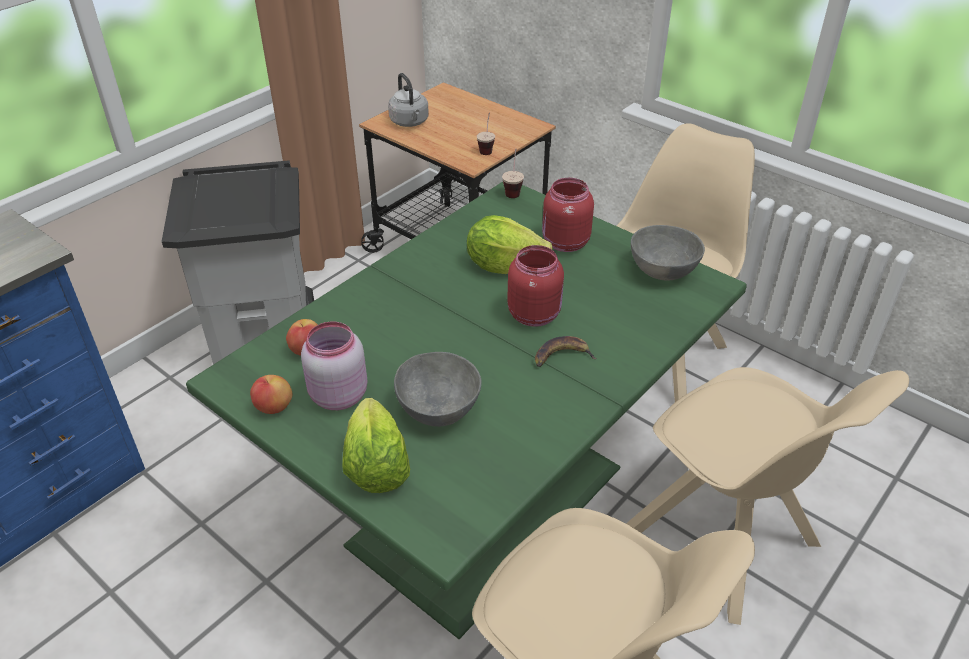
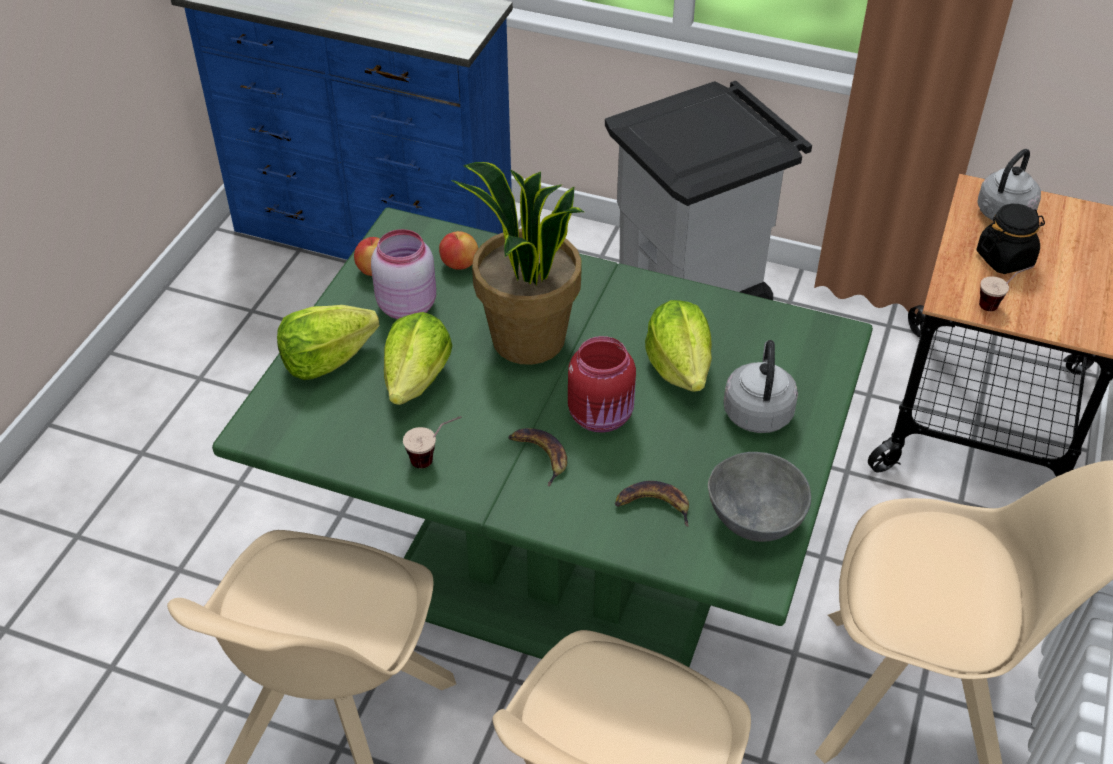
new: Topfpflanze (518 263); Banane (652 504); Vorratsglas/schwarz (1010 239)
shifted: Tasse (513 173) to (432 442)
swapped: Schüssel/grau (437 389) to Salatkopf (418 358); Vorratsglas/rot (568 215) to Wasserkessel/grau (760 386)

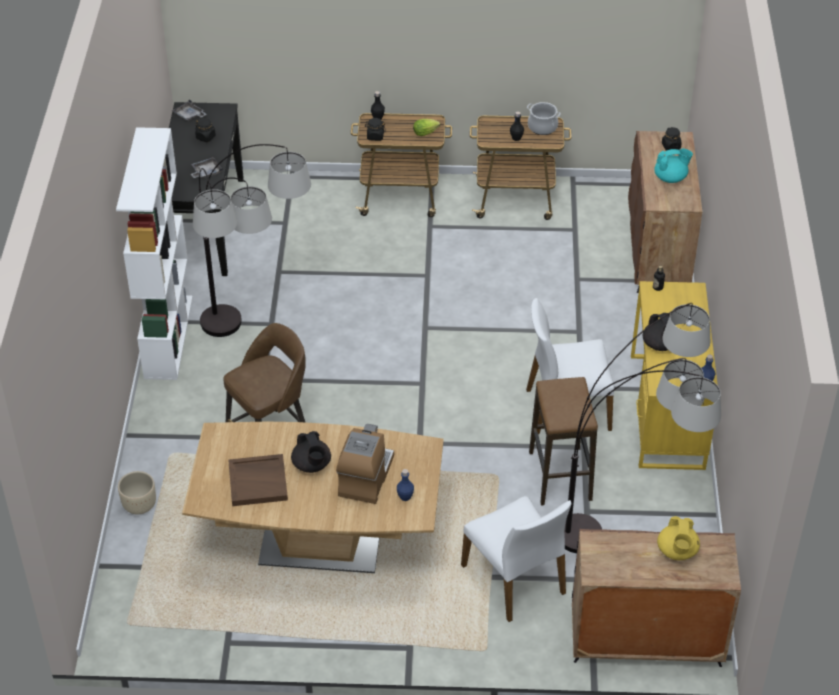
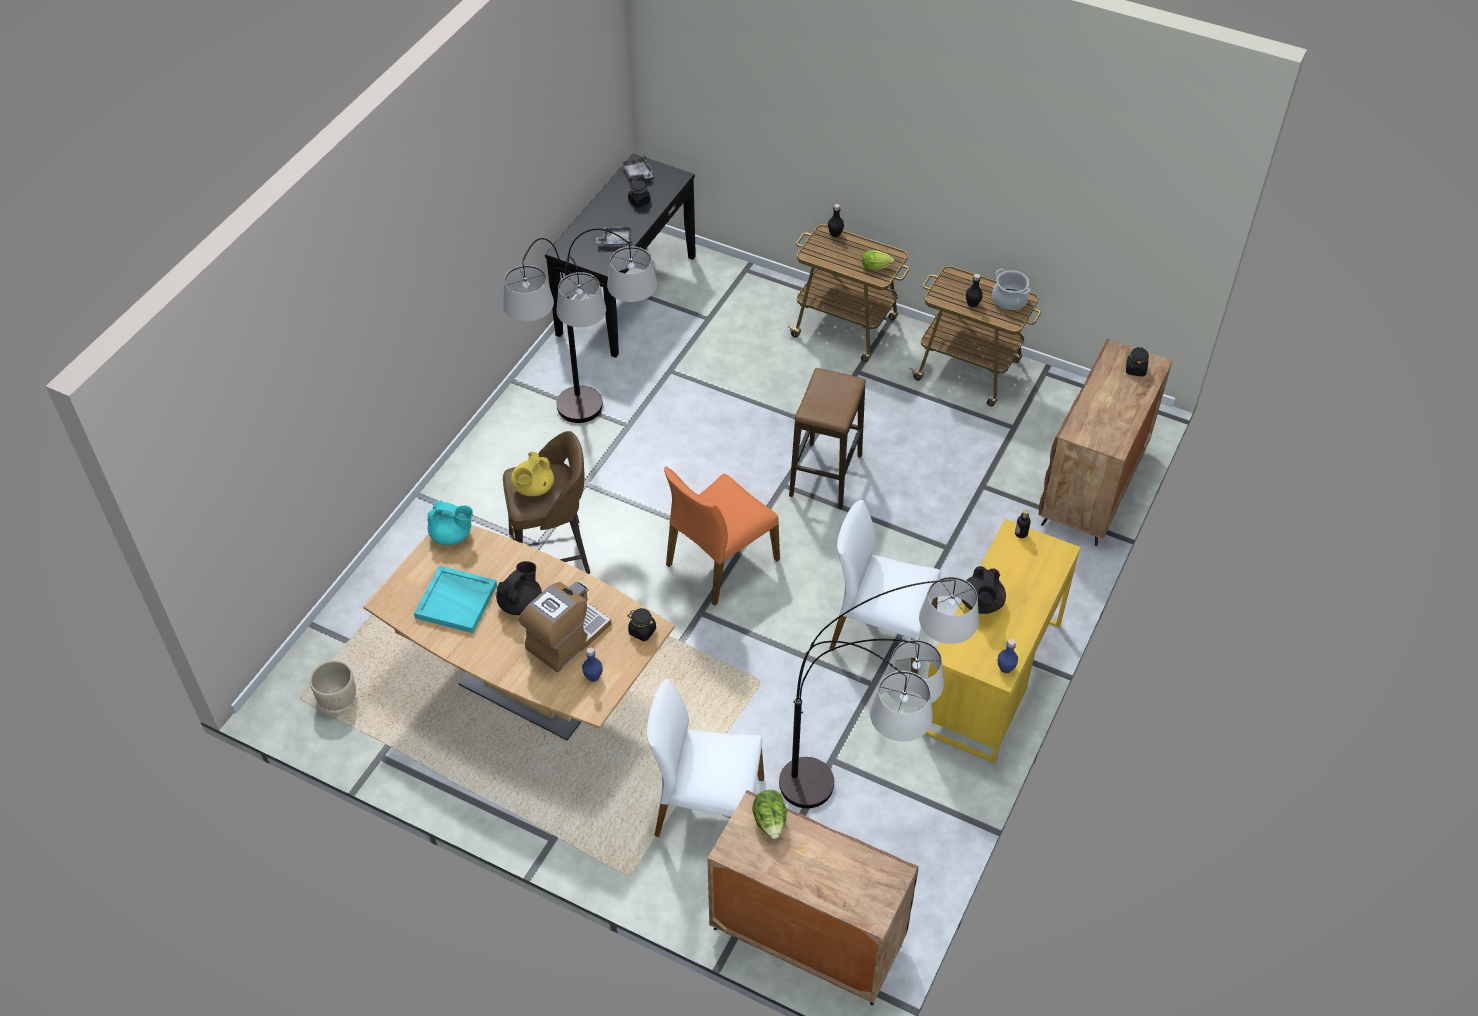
gone: Bücherregal/weiß (154 253)
new: Stuhl/orange (722 536); Salatkopf (769 814)
shifted: Pflanzkübel/beige (137 492) to (333 685); Vorratsglas/schwarz (375 129) to (641 624); Hocker (563 441) to (827 438); Teekanne/türkis (673 166) to (450 522); Teekanne/gelb (678 538) to (532 474)
repainted: Tablett/braun (258 480) to Tablett/türkis (455 599)
rotated: Teekanne/schwarz (311 452) = (519 588) 150 degrees counterclockwise; Stuhl/weiß (516 559) = (705 758) 105 degrees clockwise

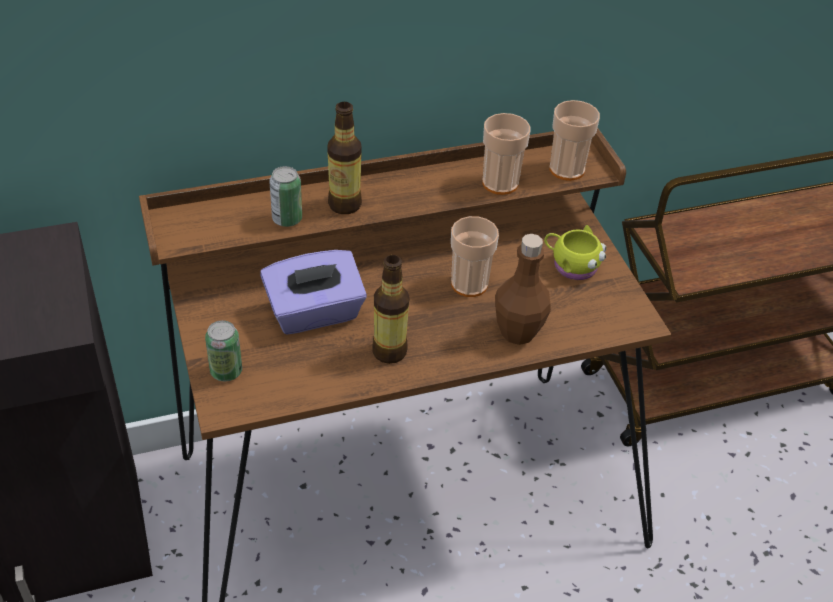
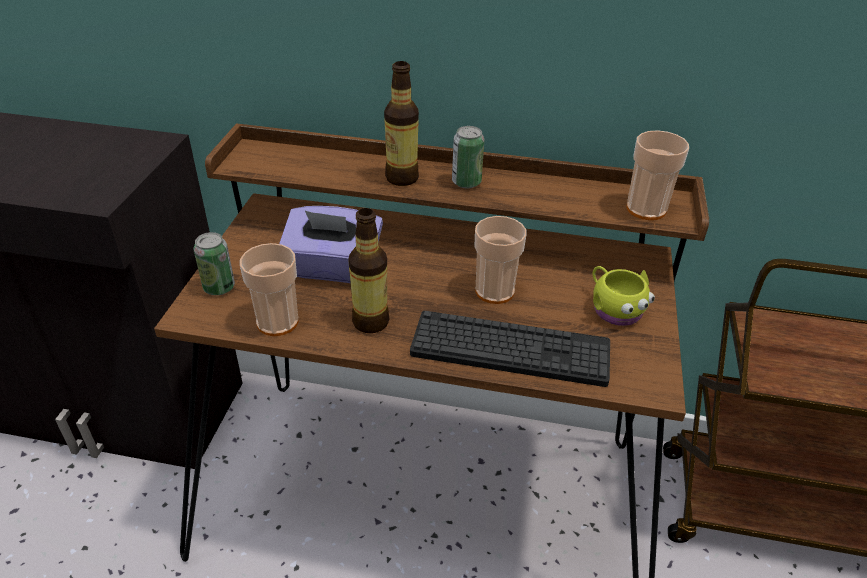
shifted: Dose (285 196) to (468 157); Tasse (506 154) to (269 289)
swapped: Flasche/braun (523 289) to Tastatur (510 349)

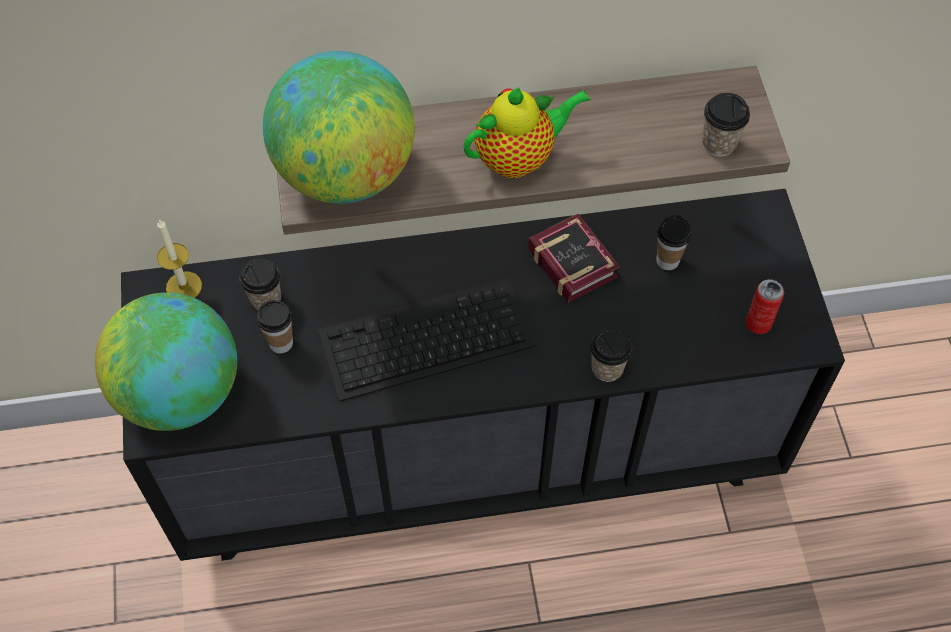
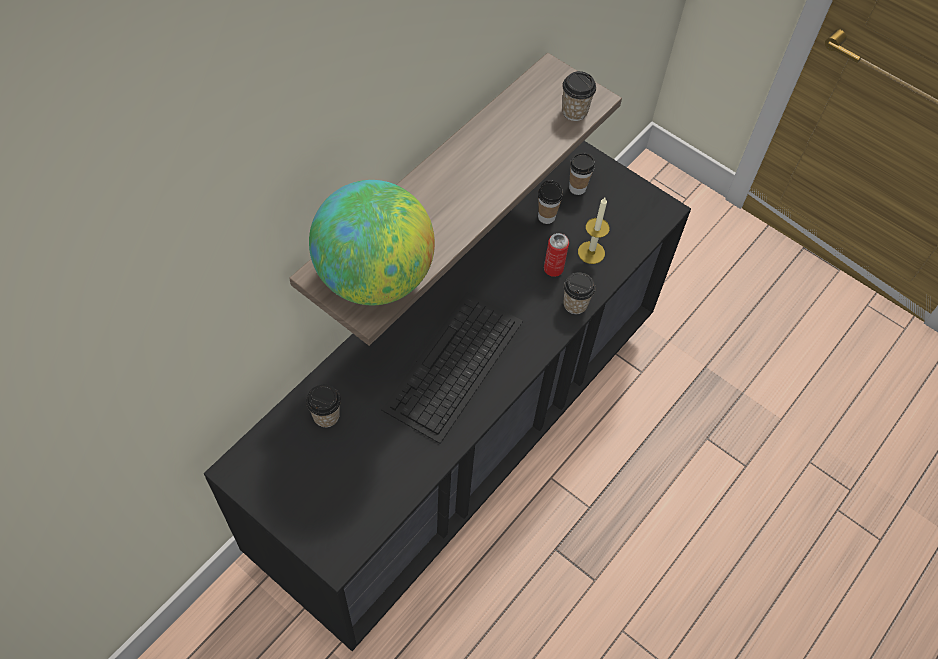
gone: Globus (166 361); Teekanne (527 132); Buch (574 258)
shifted: Kerze (179 258) to (594 231); Tasse (275 326) to (582 174); Dose (765 306) to (556 255)

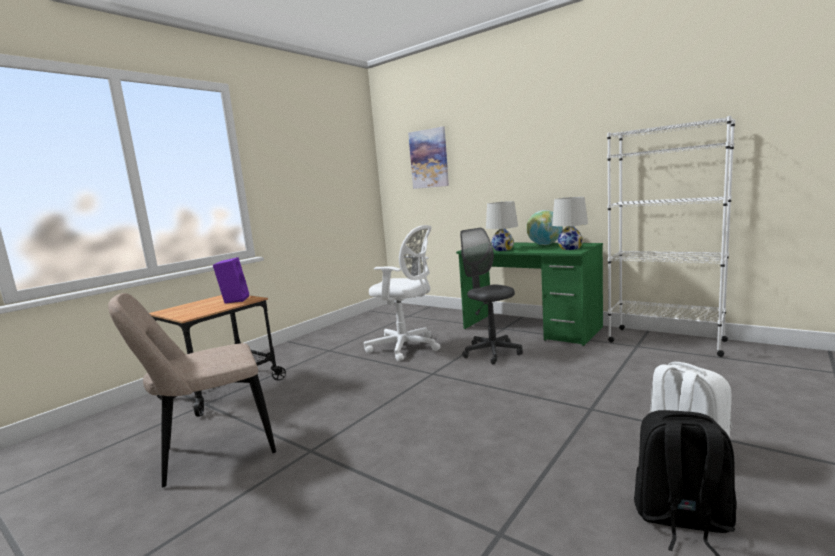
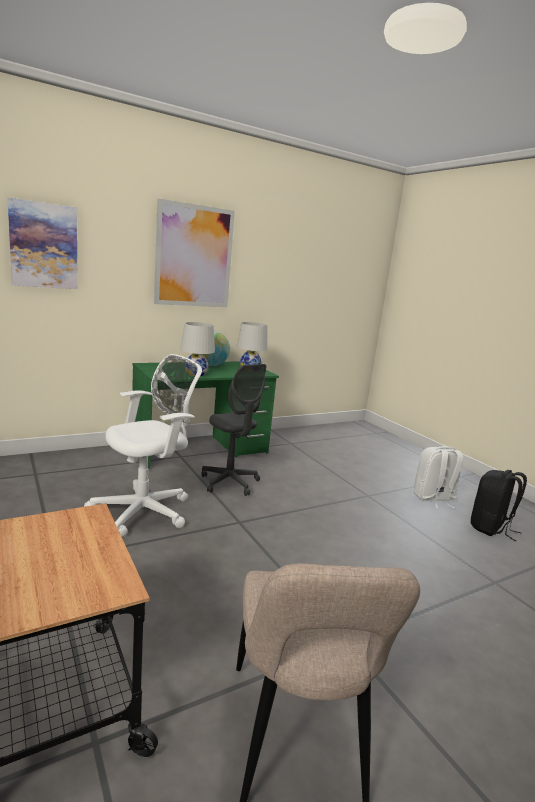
gone: Lautsprecher/lila (231 280); Bücherregal/weiß (671 236)
new: Bild (194 253)
rotated: Bürostuhl/grau (491 296) = (234 430) 120 degrees counterclockwise

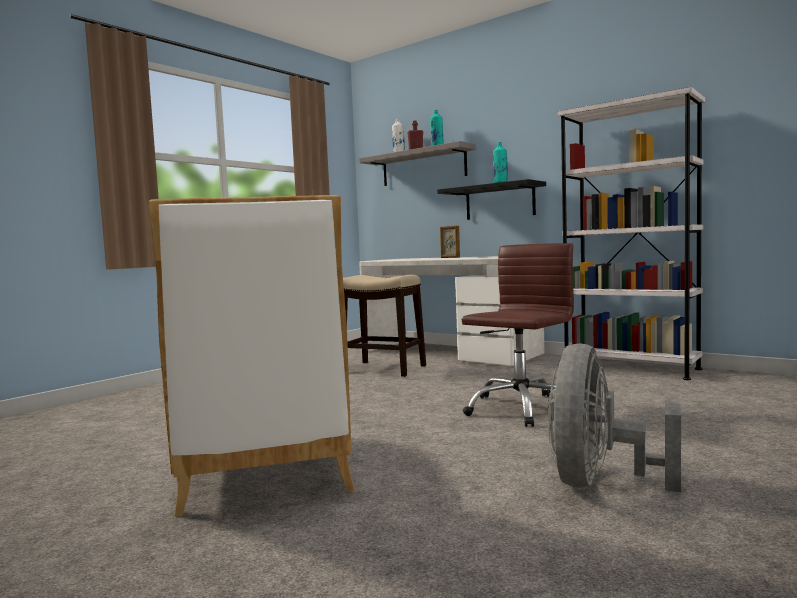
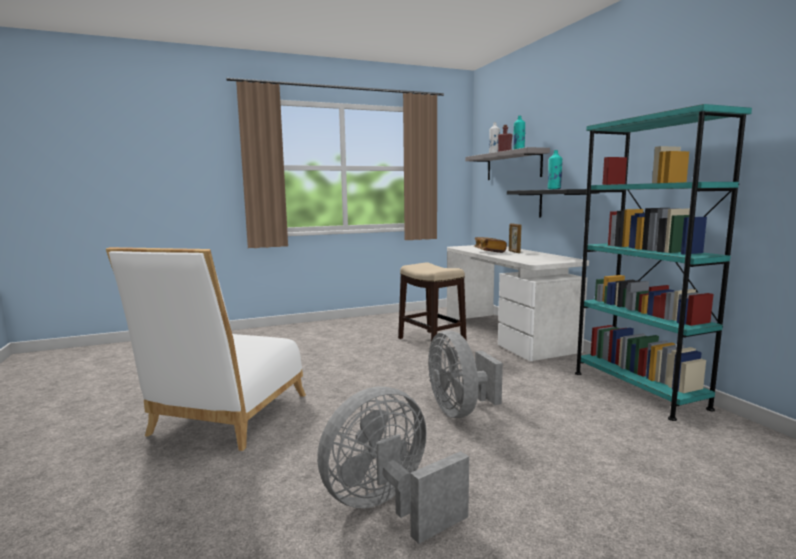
new: Buch (490 245)
swapped: Bürostuhl/braun (517 335) to Ventilator/grau (465 374)
repainted: Bücherregal/weiß (631 233) to Bücherregal/türkis (663 262)

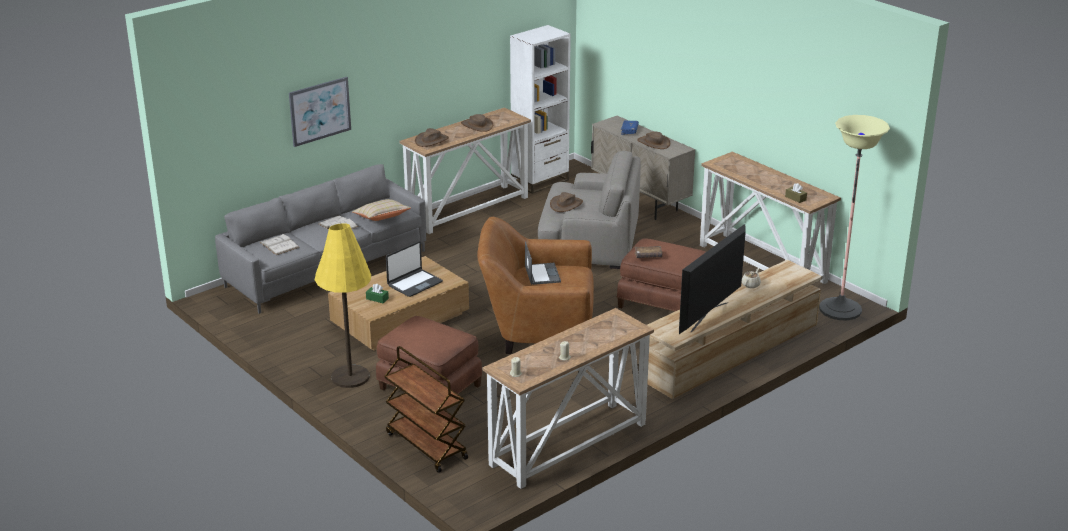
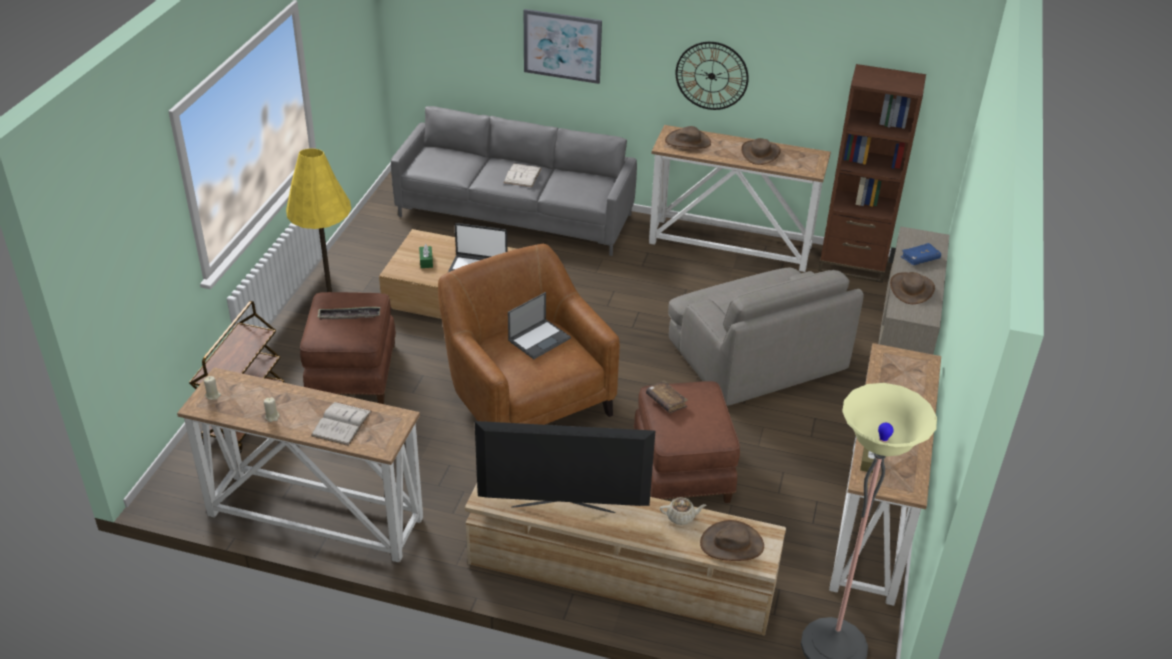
gone: Kissen/beige (381 210)
new: Tablett (349 313); Wanduhr (712 76)
shifted: Buch/weiß (279 244) to (341 424); Hut/braun (566 202) to (732 540)
repainted: Bücherregal/weiß (540 109) to Bücherregal/braun (872 173)

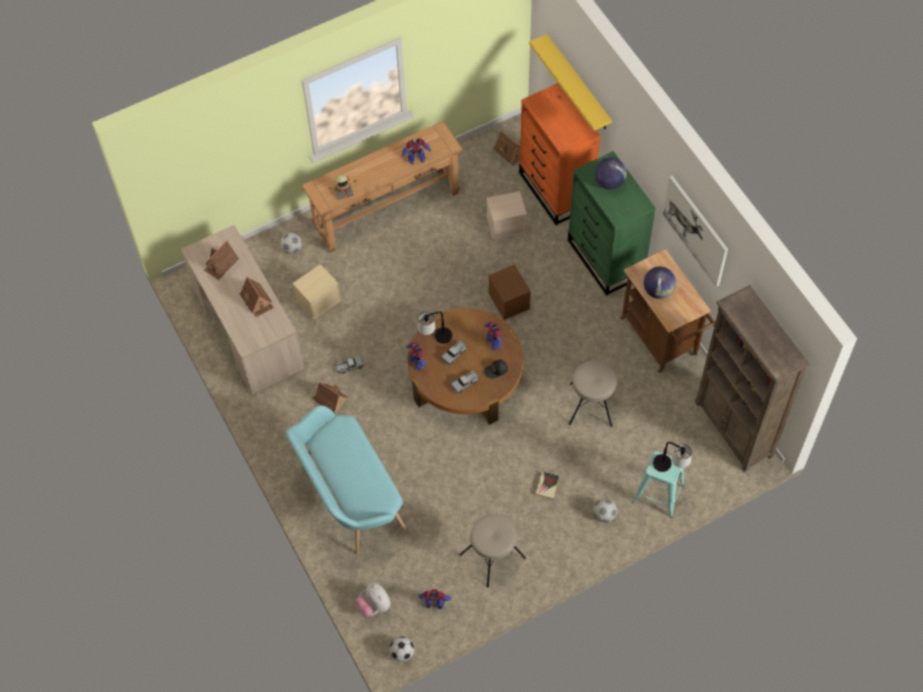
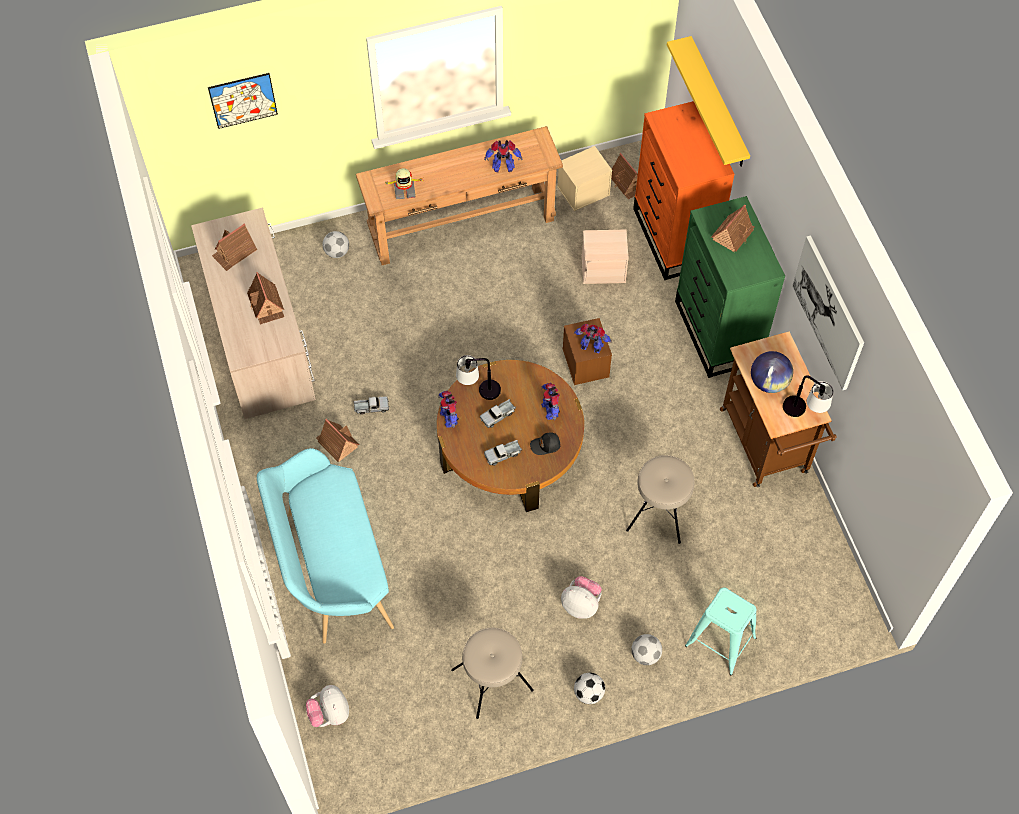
gone: Bücherregal/braun (752 378)
new: Bild (243 101)
shifted: Aufbewahrungsbox/beige (316 292) to (584 178); Fußball (402 649) to (589 688); Spielzeugroboter (434 599) to (593 338); Tischlampe (672 457) to (808 396)
swapped: Buch (547 485) to Plüschtier (581 597); Globus (611 173) to Spielzeughaus (732 228)

